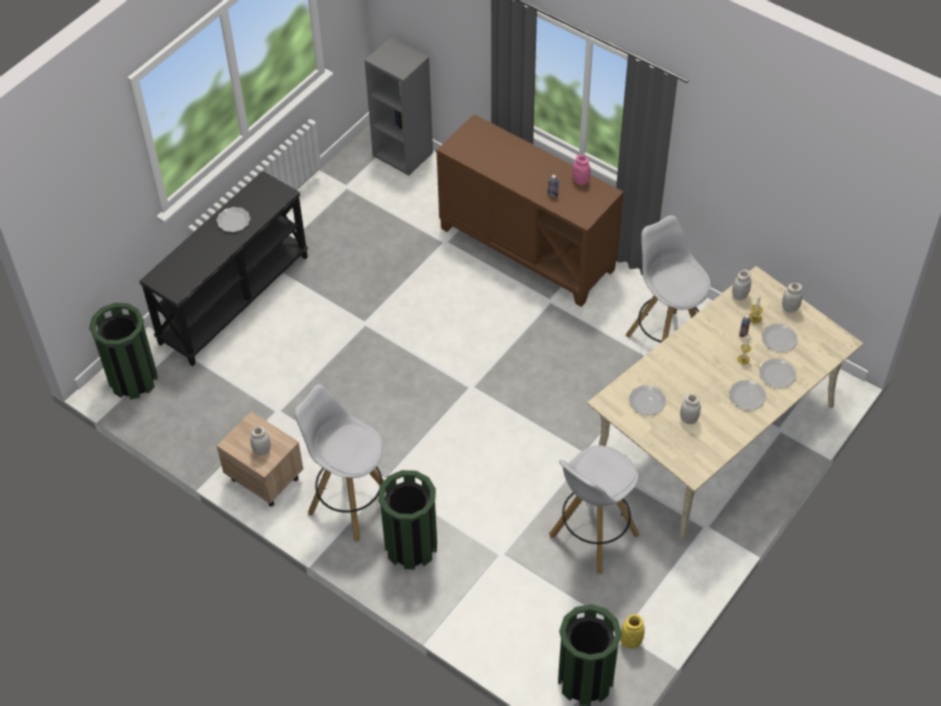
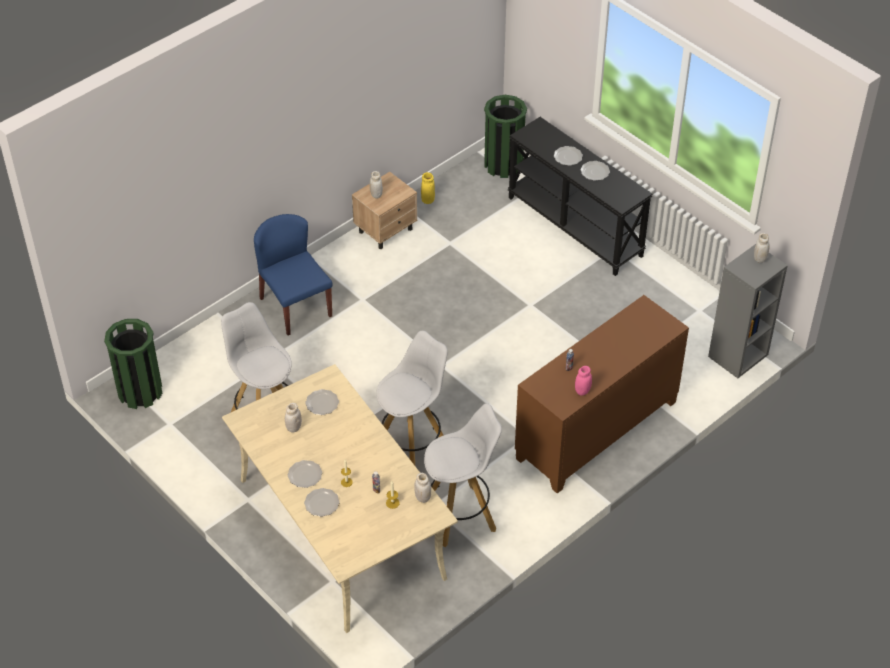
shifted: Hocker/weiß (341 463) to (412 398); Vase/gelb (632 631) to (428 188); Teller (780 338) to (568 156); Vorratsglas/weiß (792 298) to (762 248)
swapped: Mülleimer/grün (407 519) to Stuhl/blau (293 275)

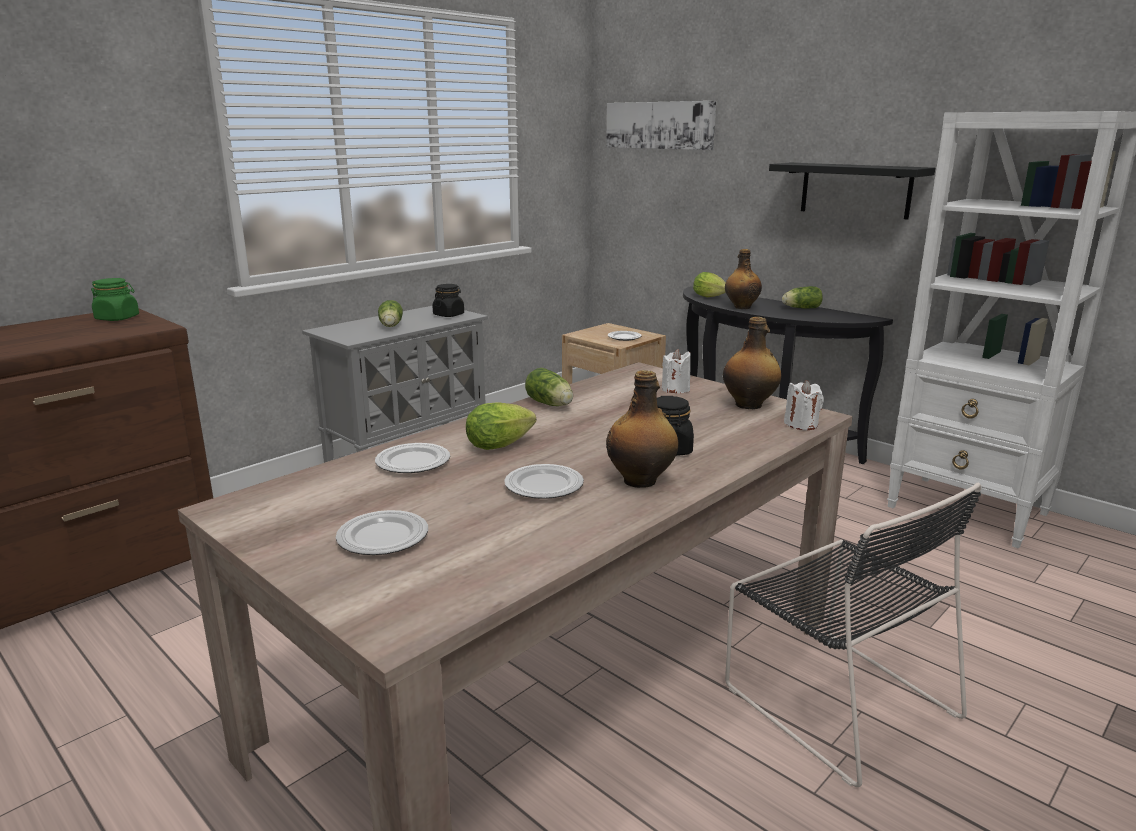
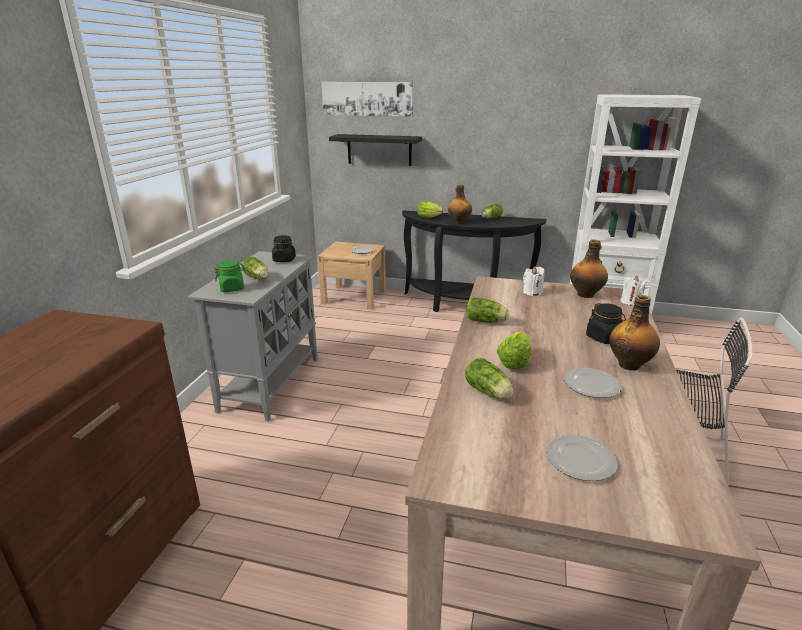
shifted: Vorratsglas/grün (115 299) to (230 276); Wandregal/schwarz (852 191) to (375 150)
swapped: Teller (412 458) to Salatkopf (489 378)

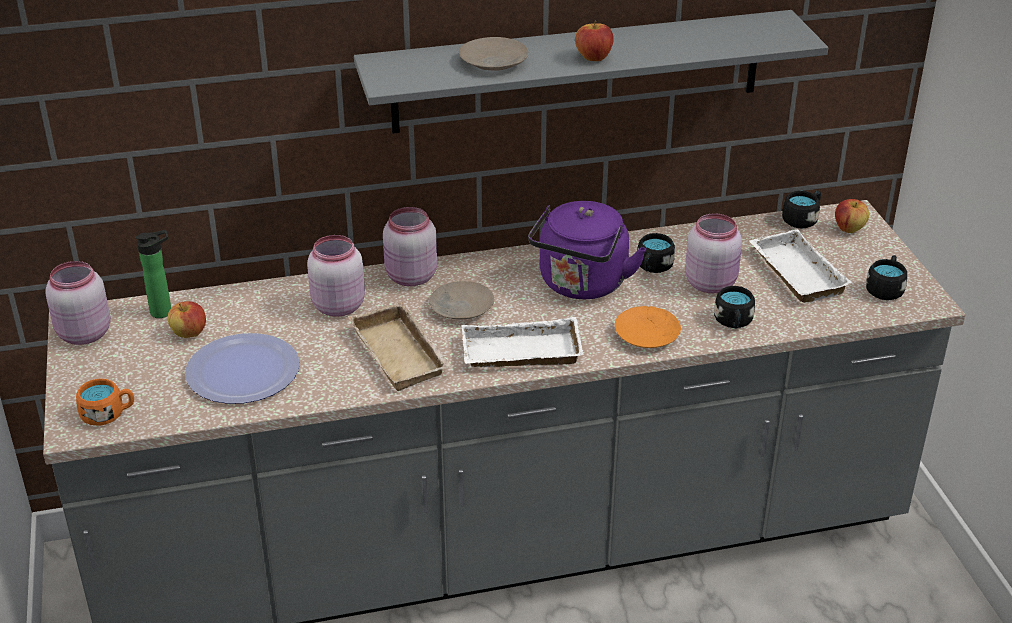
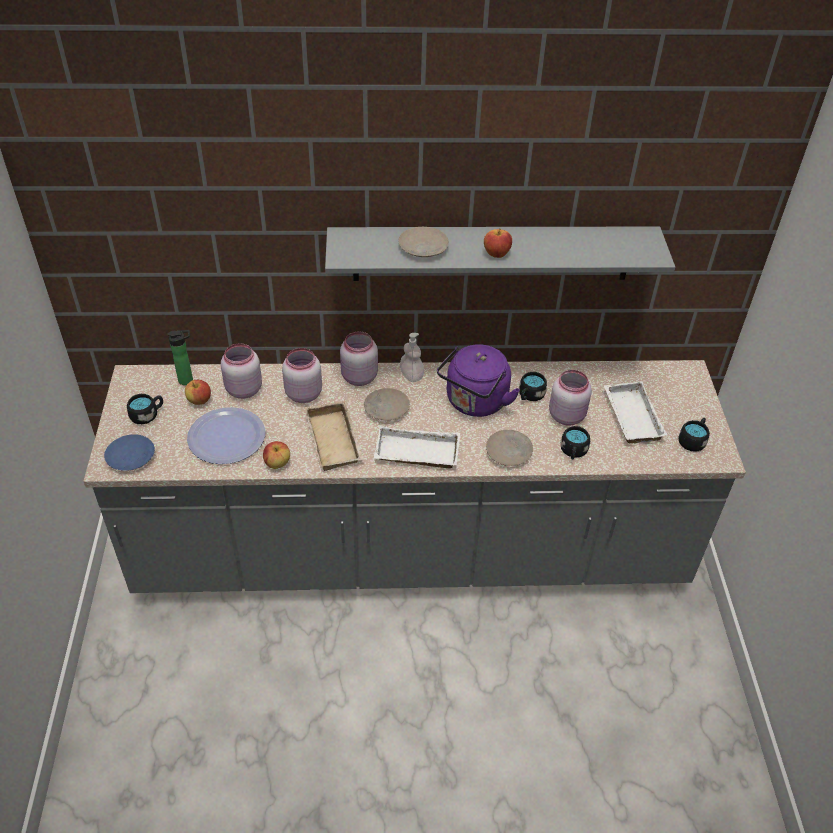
new: Seifenspender (412 357)
shifted: Vorratsglas/rosa (78 303) to (241 371); Henkelbecher/schwarz (801 209) to (145 409); Apfel (852 216) to (276 455)
swapped: Henkelbecher/orange (105 402) to Teller/blau (129 452)
repainted: Teller/orange (648 327) to Teller/beige (509 448)

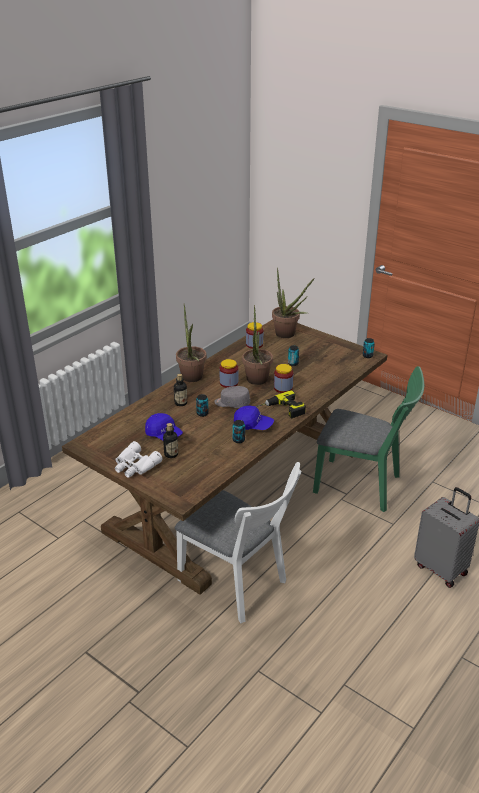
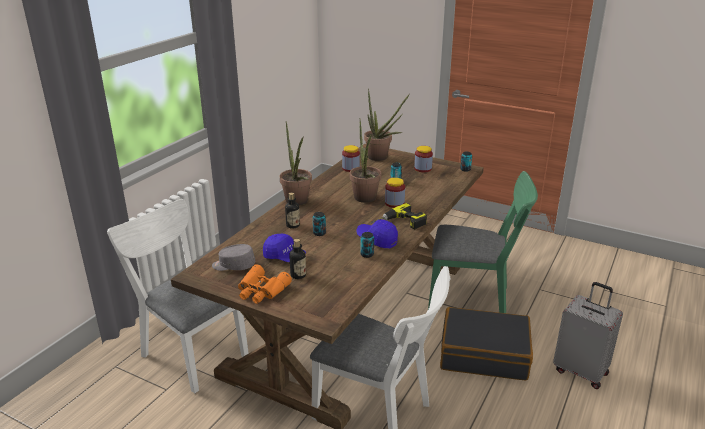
new: Stuhl/weiß (178 296); Koffer/schwarz (486 344)
shifted: Kappe/grau (232 397) to (233 257); Vorratsglas (228 373) to (423 159)
repainted: Fernglas/weiß (139 459) to Fernglas/orange (265 284)
rotated: Kappe/blau (254 418) = (377 234) 150 degrees counterclockwise

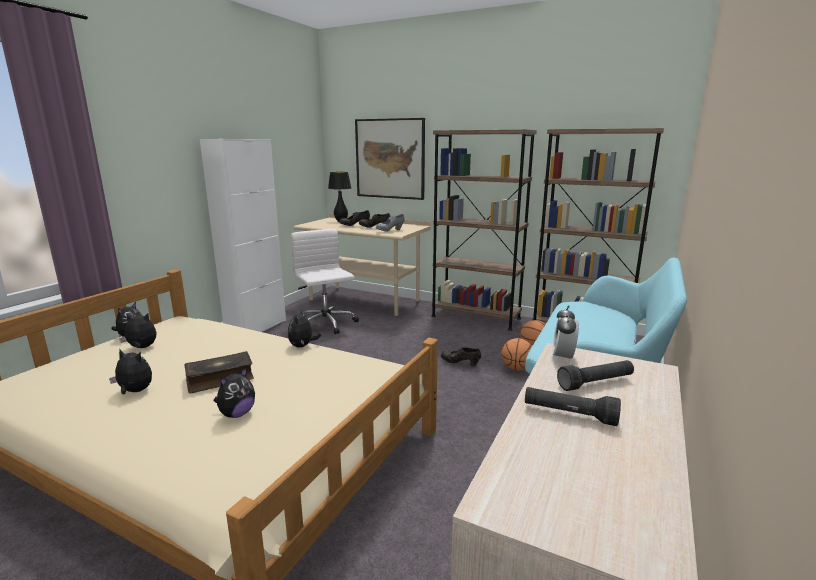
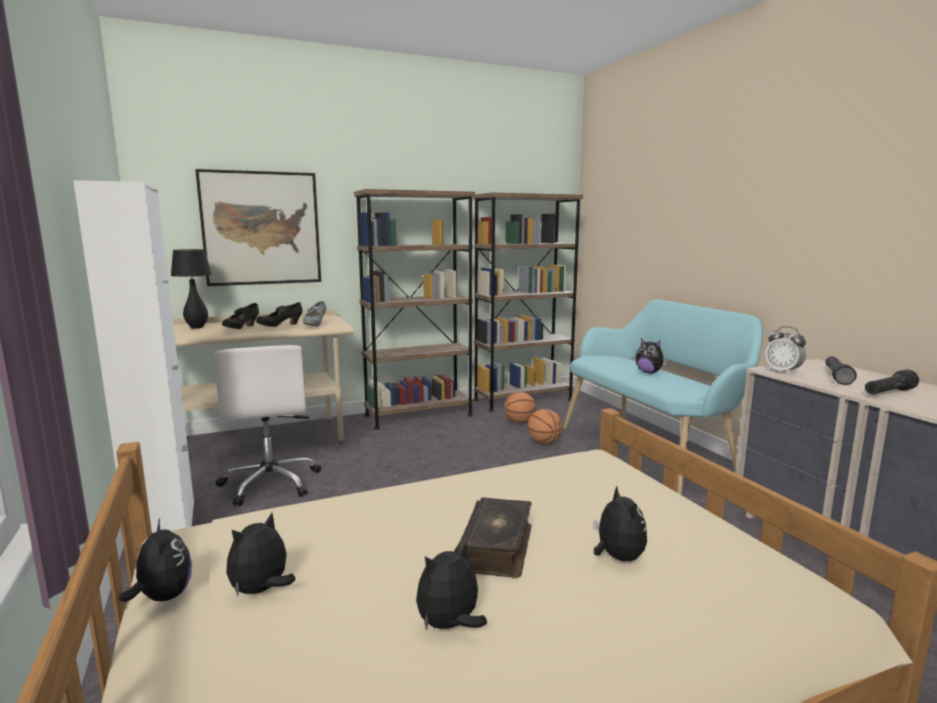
gone: Schuh/schwarz (461 356)
shifted: Plüschtier (304 328) to (651 355)
rotated: Bürostuhl/weiß (325 281) = (267 425) 120 degrees counterclockwise

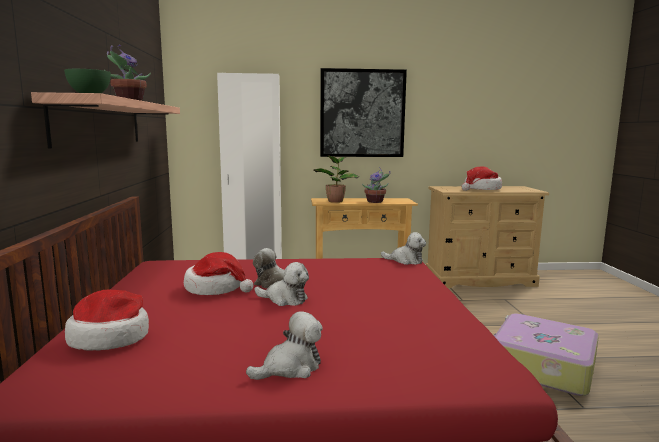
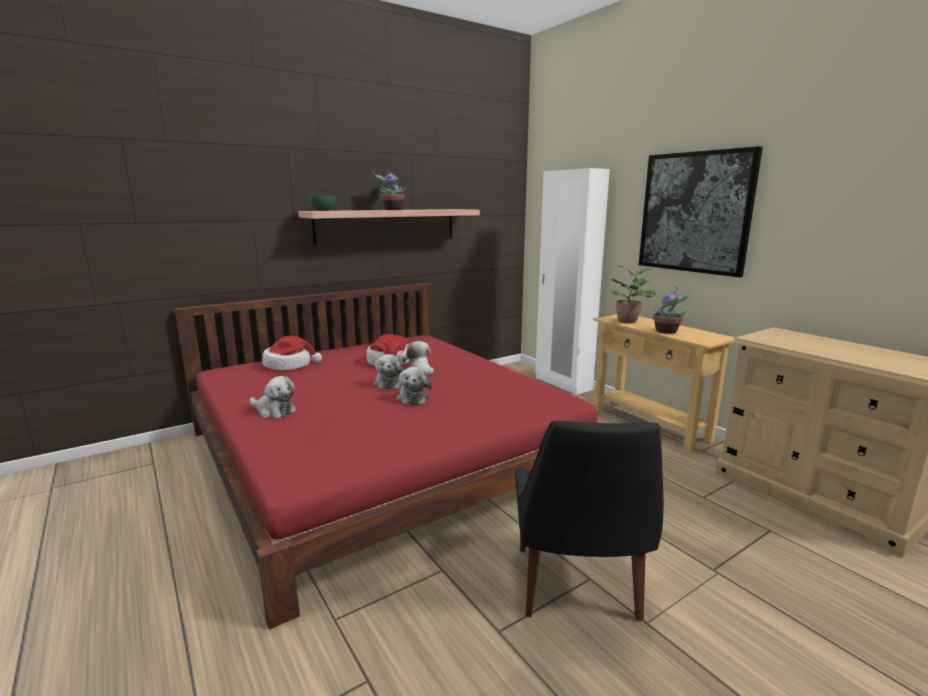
gone: Hut (482 178)
shifted: Plüschtier (403 248) to (414 386)
swapped: Koffer (546 354) to Stuhl/schwarz (589 521)

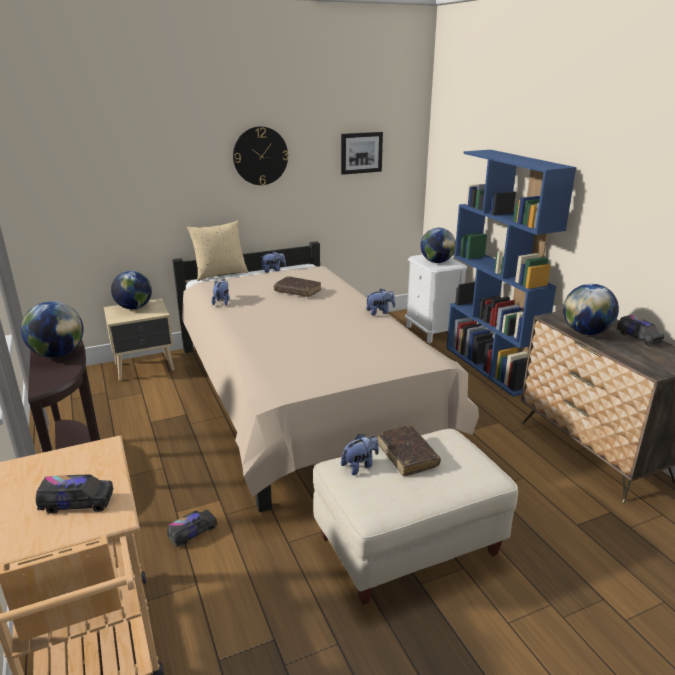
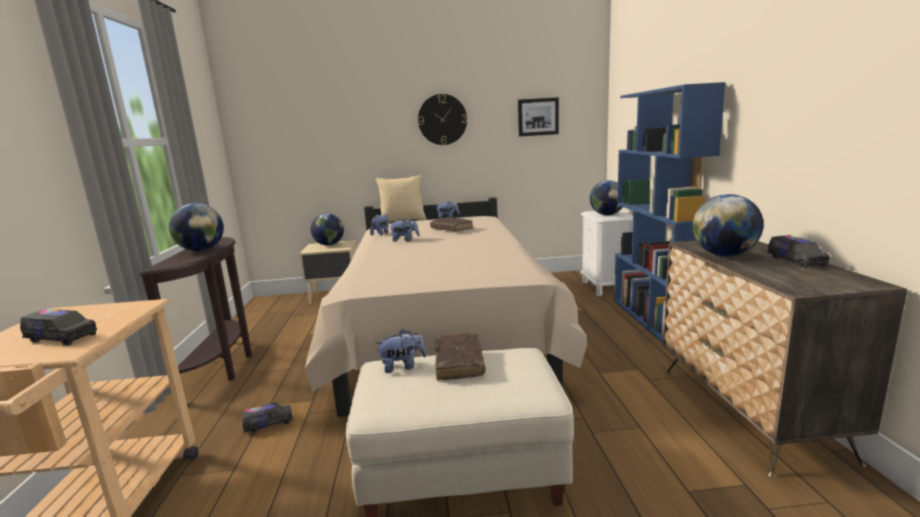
shifted: Plüschtier (380 302) to (404 230)

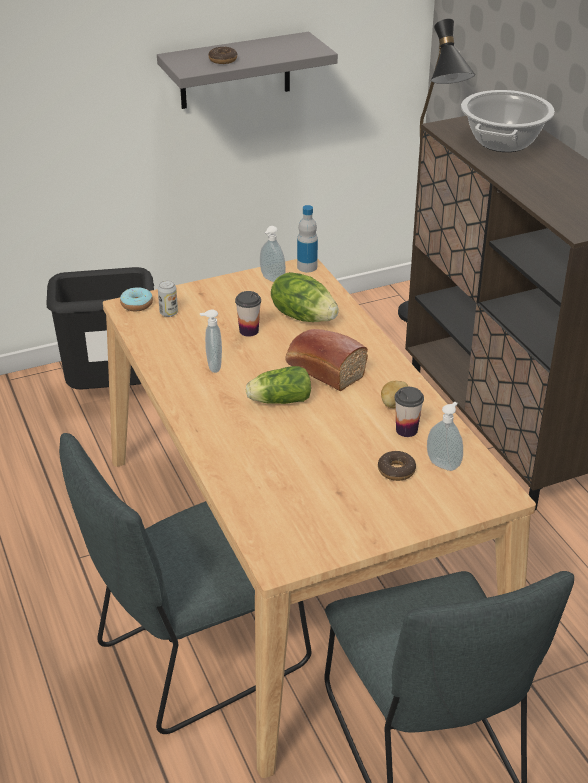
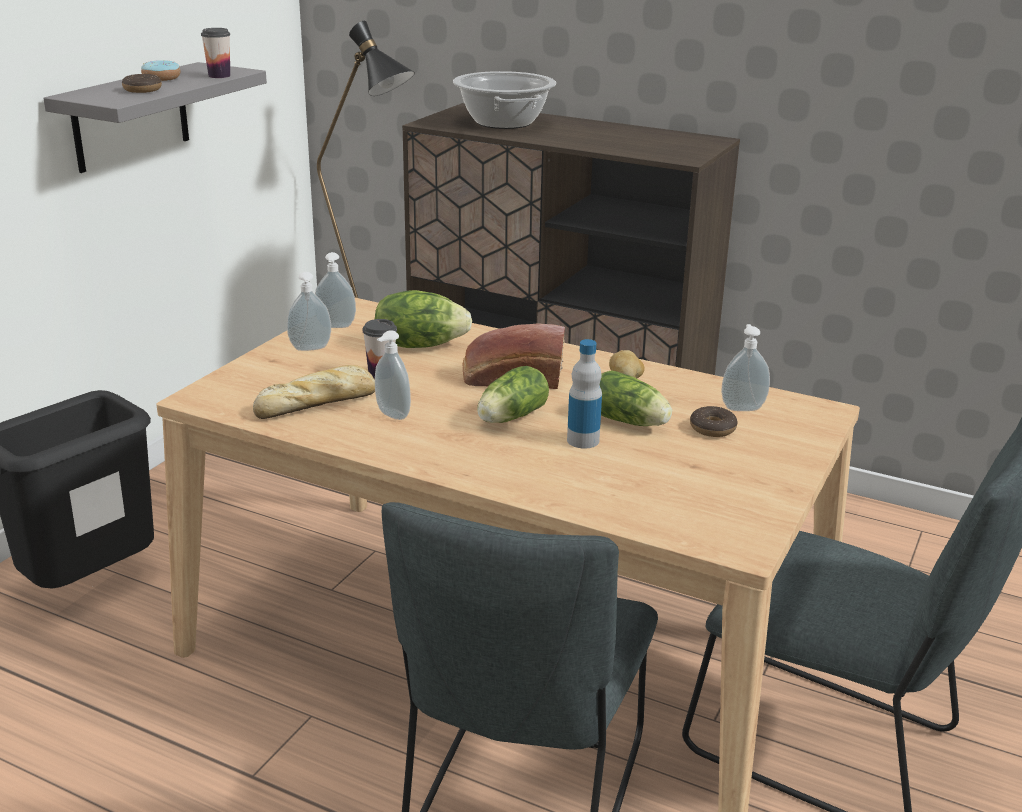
gone: Dose (168 298)
new: Brot (314 392); Seifenspender (309 311); Salatkopf (636 398)
shifted: Donut (136 299) to (161 70); Flasche (307 238) to (584 393); Tasse (409 412) to (215 53)

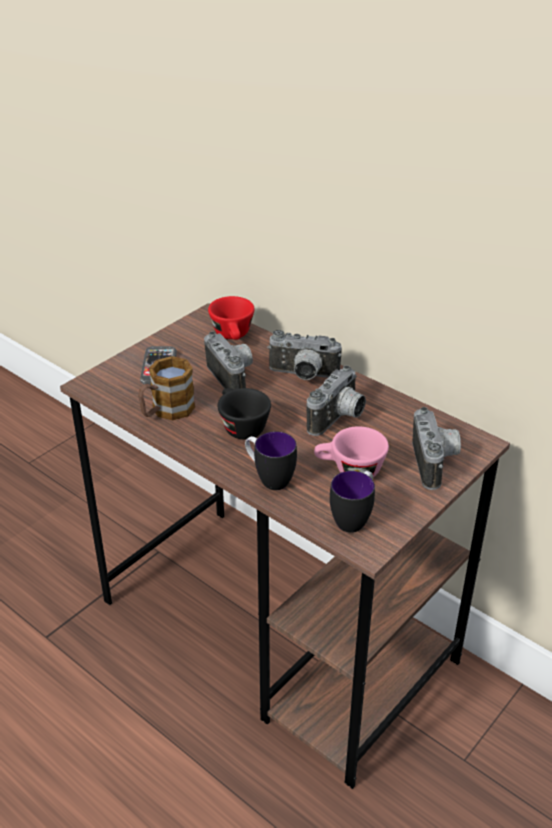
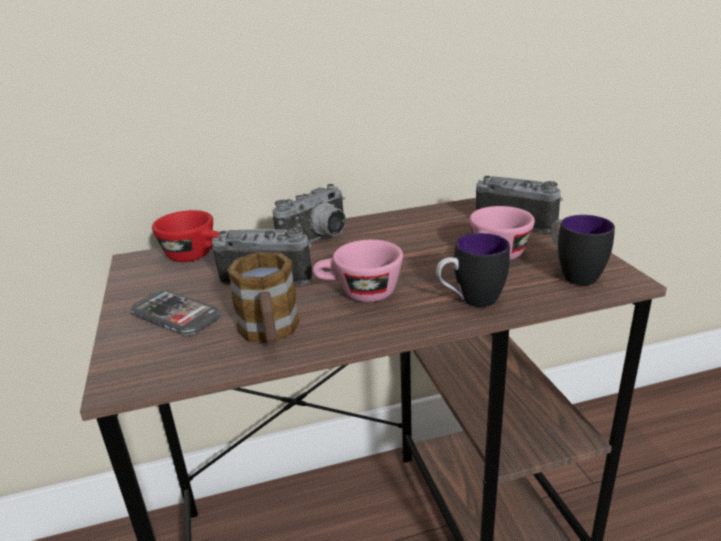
gone: Kamera (336 400)
repainted: Tasse/schwarz (244 413) to Tasse/rosa (358 271)

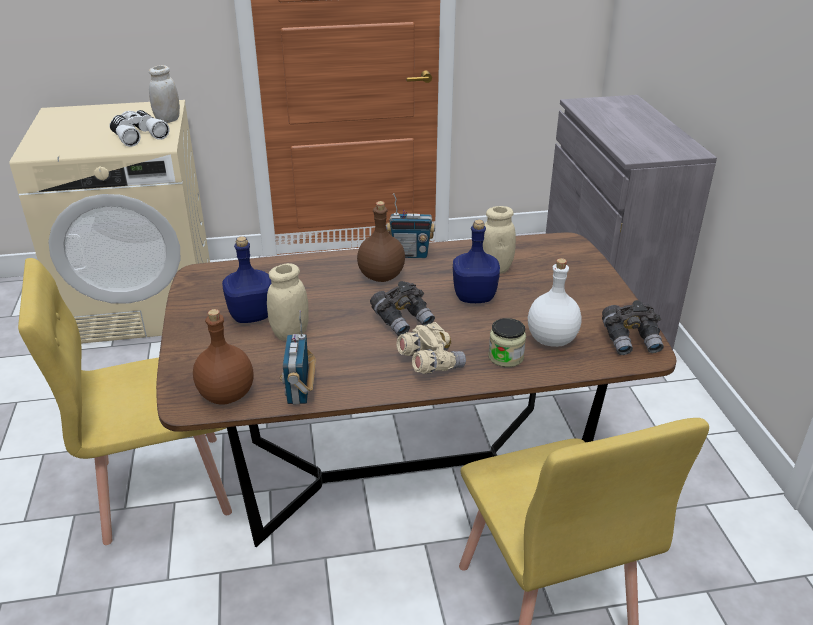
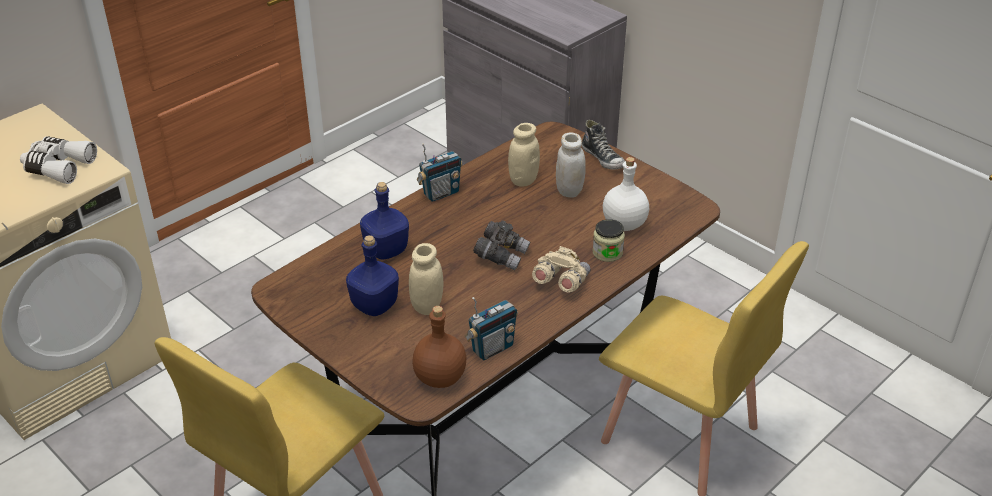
gone: Flasche/braun (381 241); Fernglas/grau (633 327)
new: Schuh (603 145)
shifted: Vorratsglas/weiß (164 94) to (571 165); Flasche/blau (476 261) to (384 221)
rotated: Radio (298 358) = (491 329) 90 degrees counterclockwise

